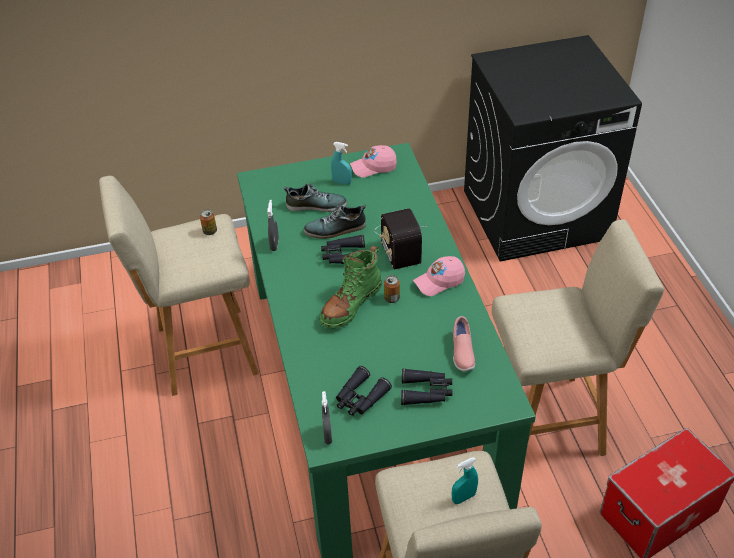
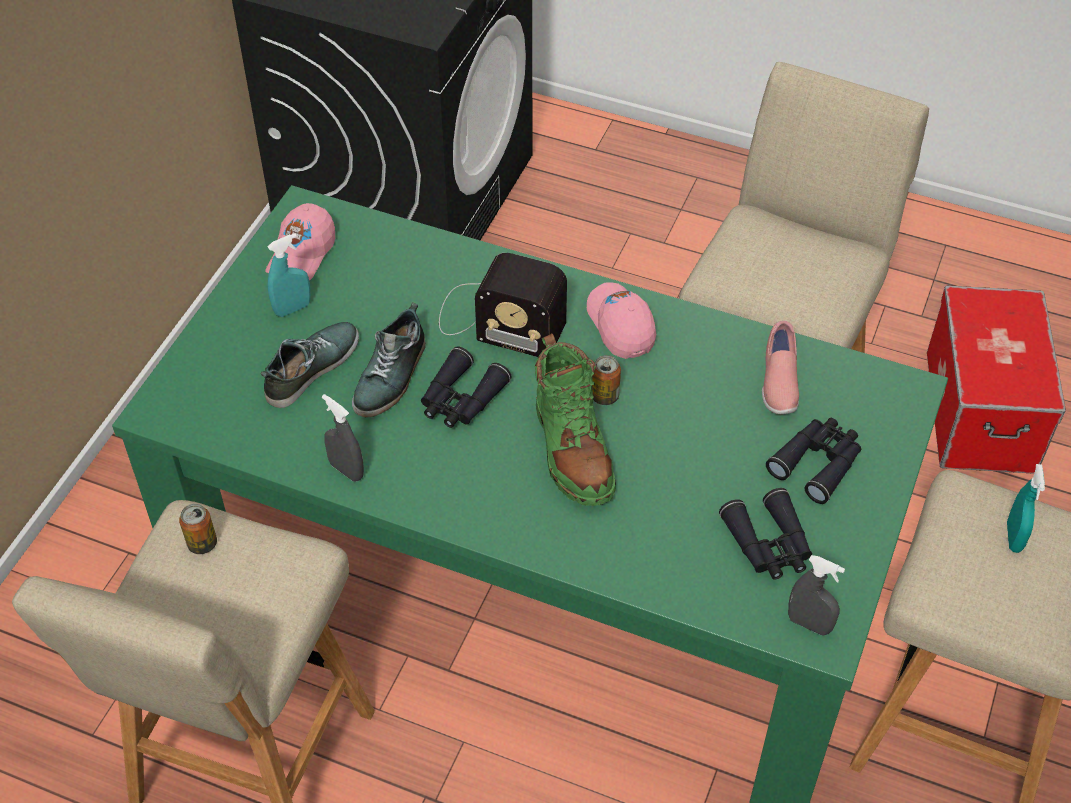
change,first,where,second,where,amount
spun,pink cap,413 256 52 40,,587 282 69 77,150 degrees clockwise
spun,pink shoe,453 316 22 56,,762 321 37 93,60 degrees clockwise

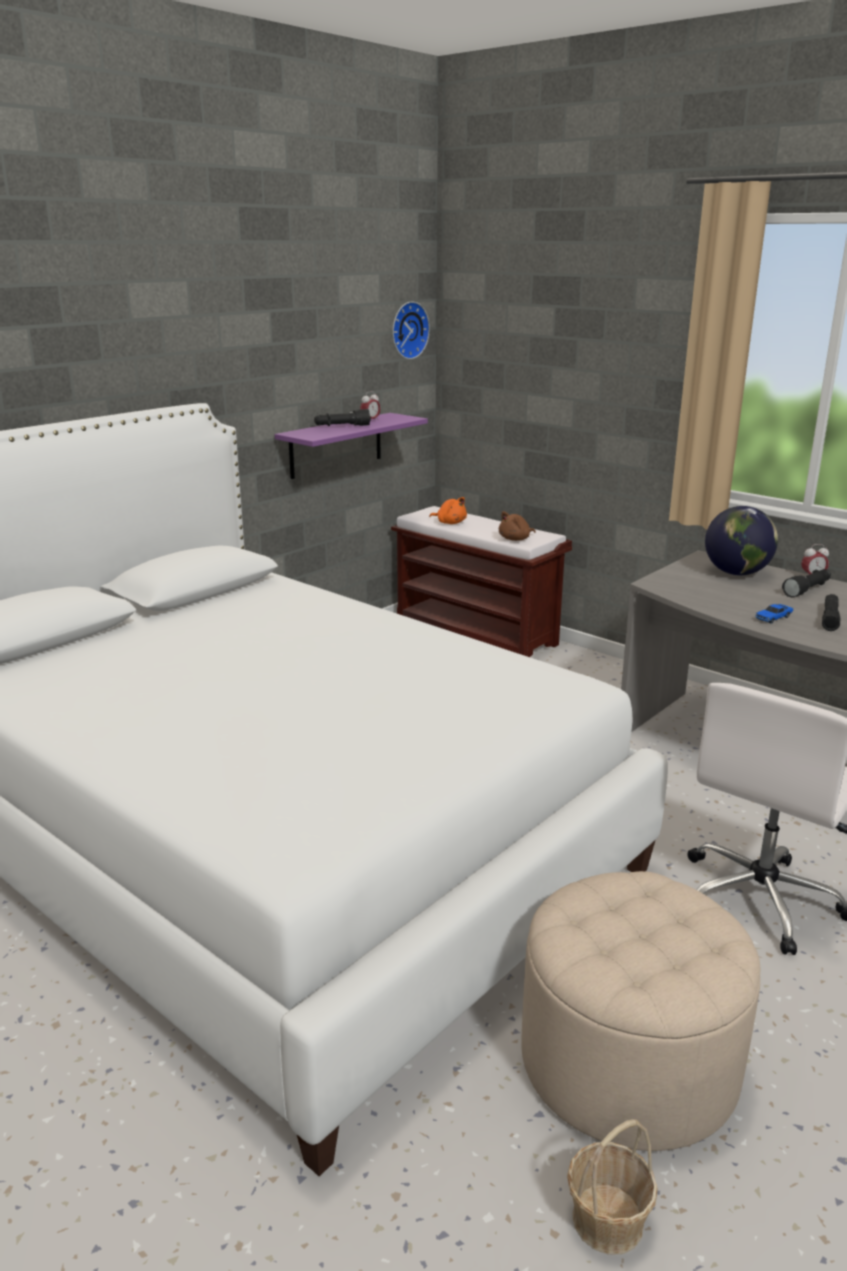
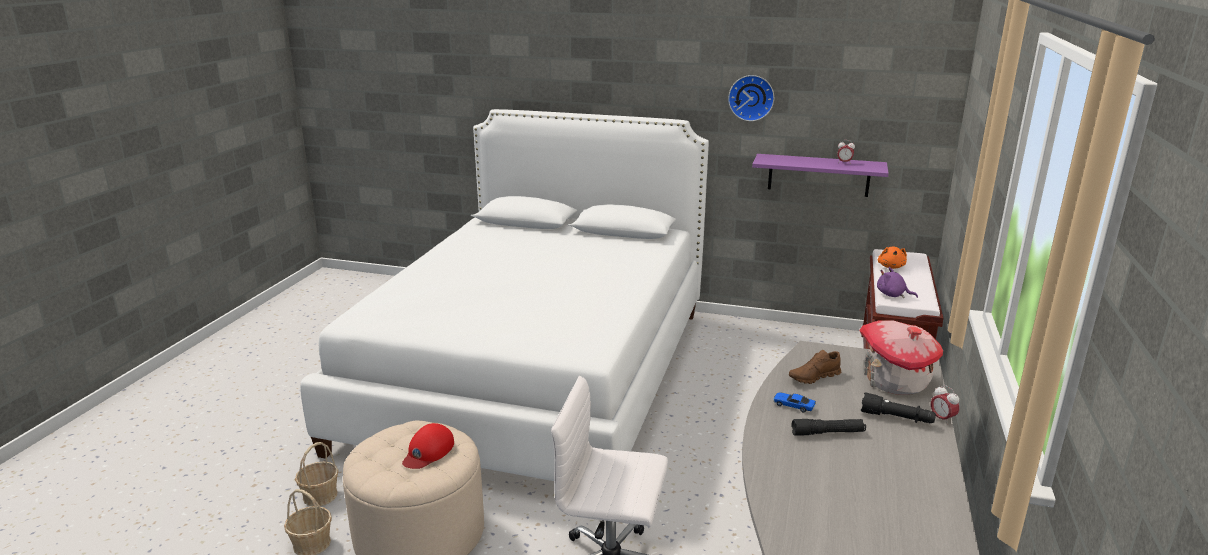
change,first,where,second,where,amount
relocated,wall clock,393 301 37 58,,728 75 46 46,
missing,black flashlight,314 409 57 17,,,
exchanged,globe,705 506 73 69,toy house,859 320 84 75,
colour,brown plush toy,499 511 37 30,purple plush toy,877 267 41 31,
appeared,,,brown shoe,789 350 52 34,
appeared,,,red cap,402 423 52 46,
appeared,,,basket,295 442 44 64,

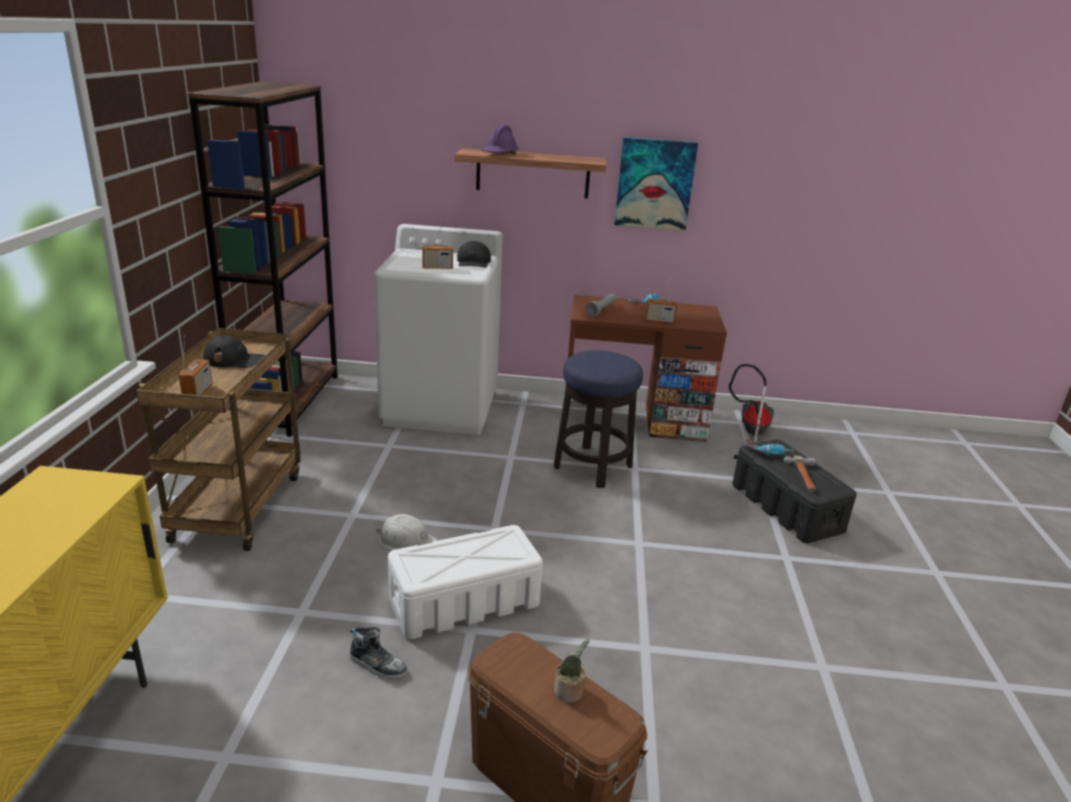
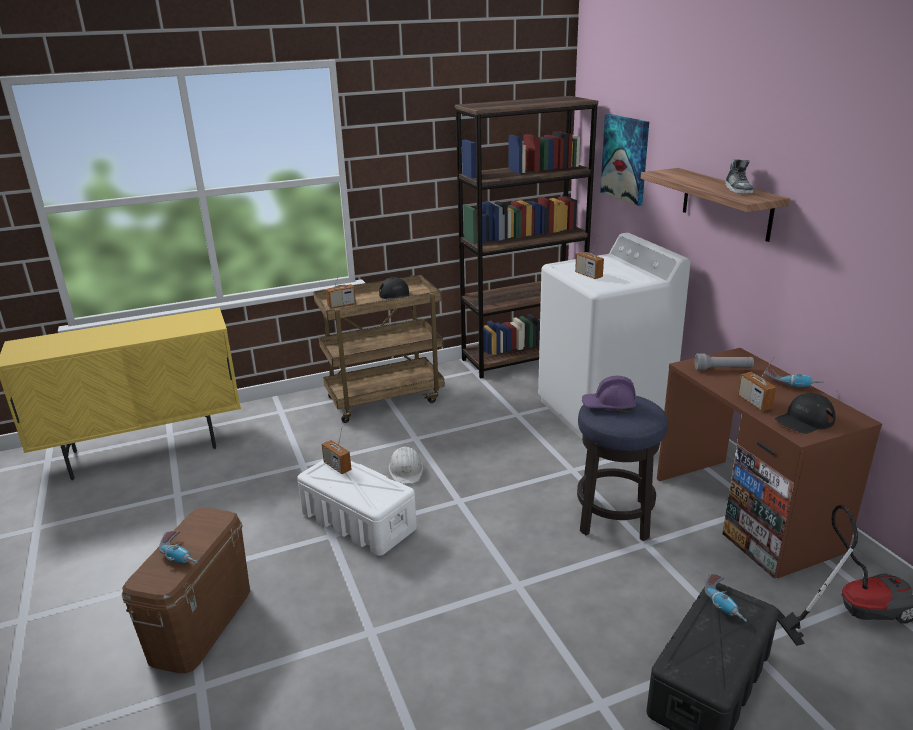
change,first,where,second,where,amount
relocated,purple hard hat,480 125 39 29,,582 376 54 35,
relocated,picture,614 137 84 94,,600 114 49 92,
relocated,black cap,457 241 34 27,,775 393 61 41,
missing,hammer,783 456 33 35,,,
relocated,shoe,350 626 57 53,,725 159 28 35,
exchanged,potted plant,554 639 35 64,power drill,159 531 39 32,
appeared,,,radio,322 426 30 48,

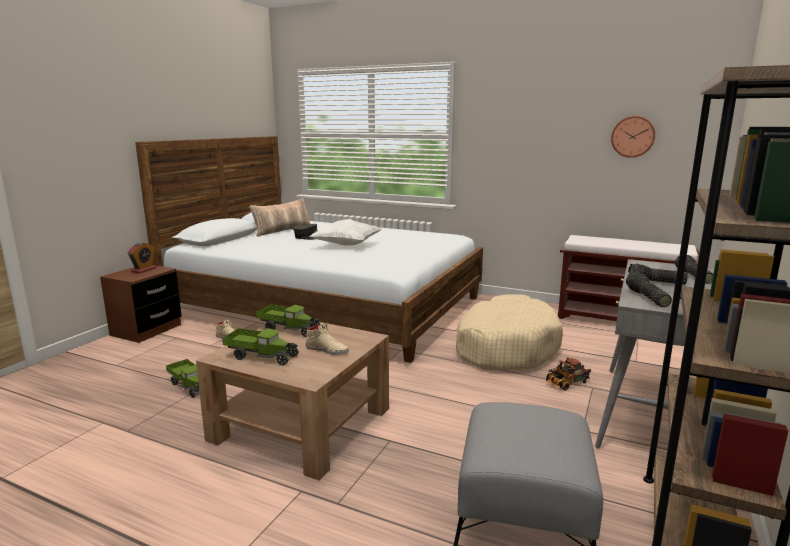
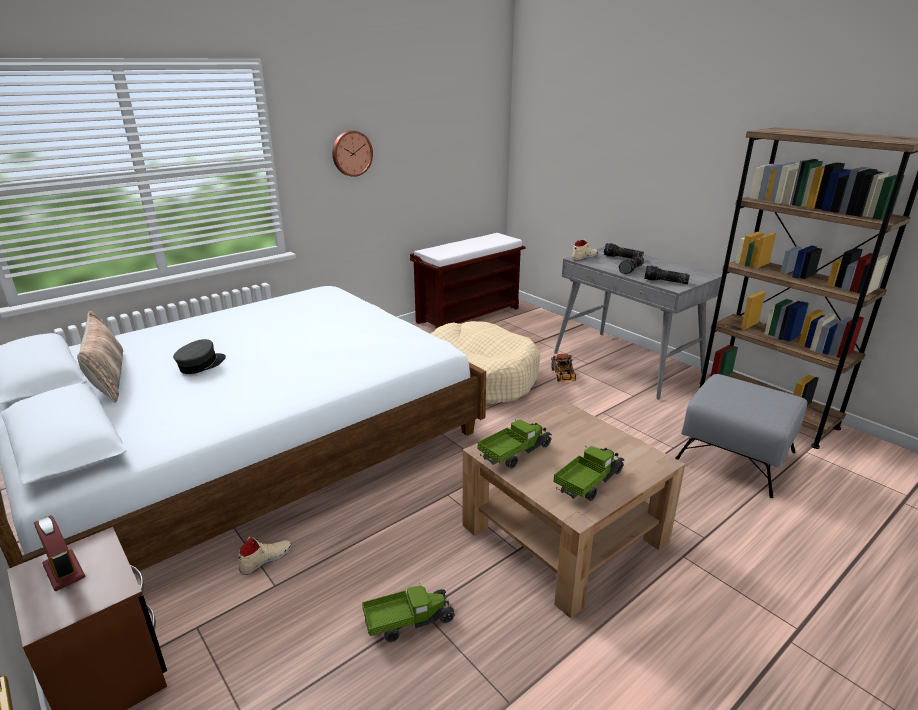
change,first,where,second,where,amount
relocated,wall clock,611 116 44 42,,332 131 41 46,
missing,white pillow,310 219 71 26,,,
relocated,beige shoe,306 323 43 32,,572 239 26 22,

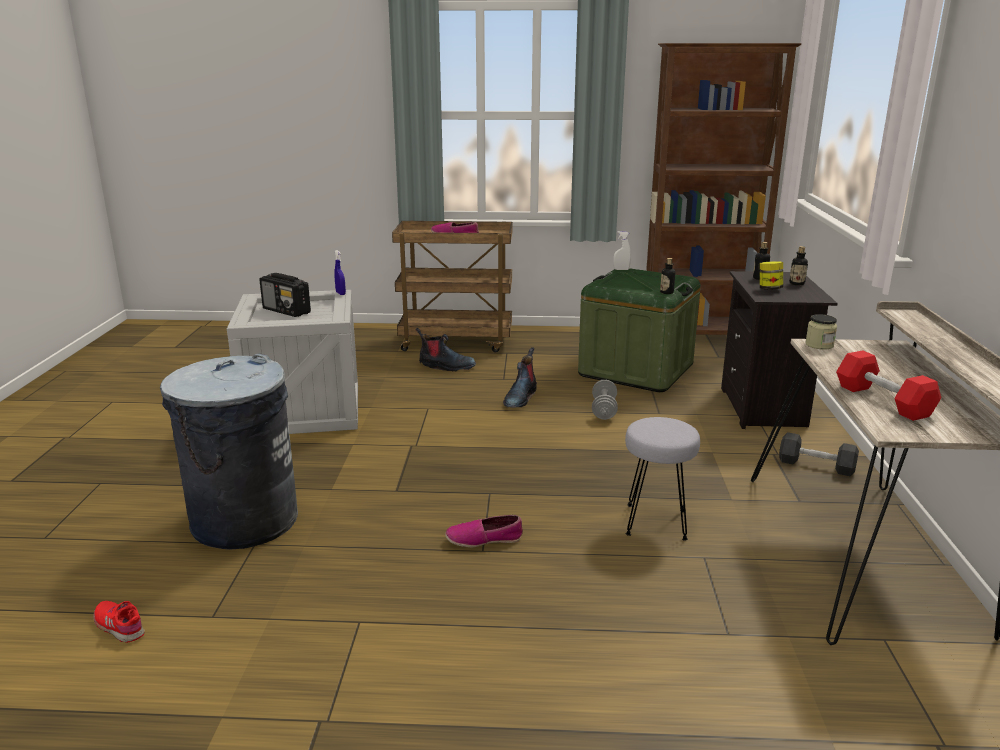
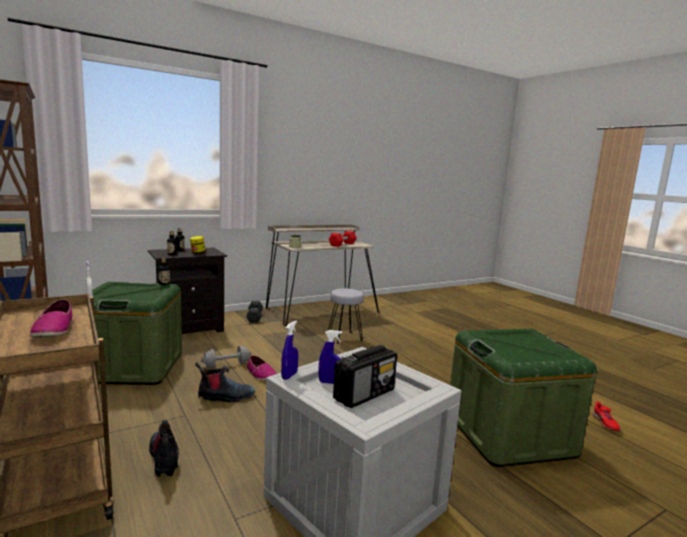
change,first,where,second,where,amount
spun,radio,259 273 52 44,,333 345 64 63,45 degrees clockwise
exchanged,grey trash can,160 353 138 197,green storage box,450 329 147 138,
relocated,shoe,445 515 78 32,,247 355 30 26,
appeared,,,blue spray bottle,319 330 23 54,

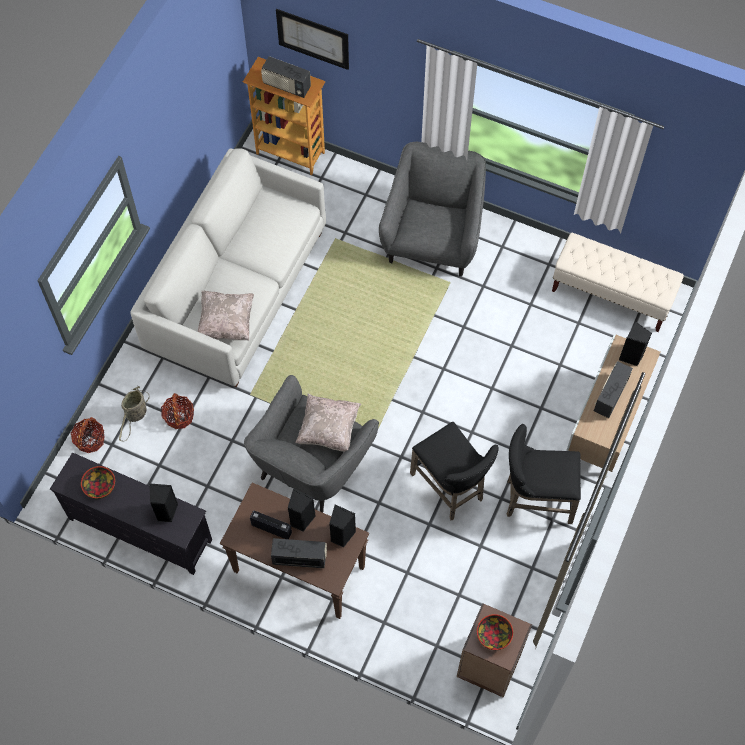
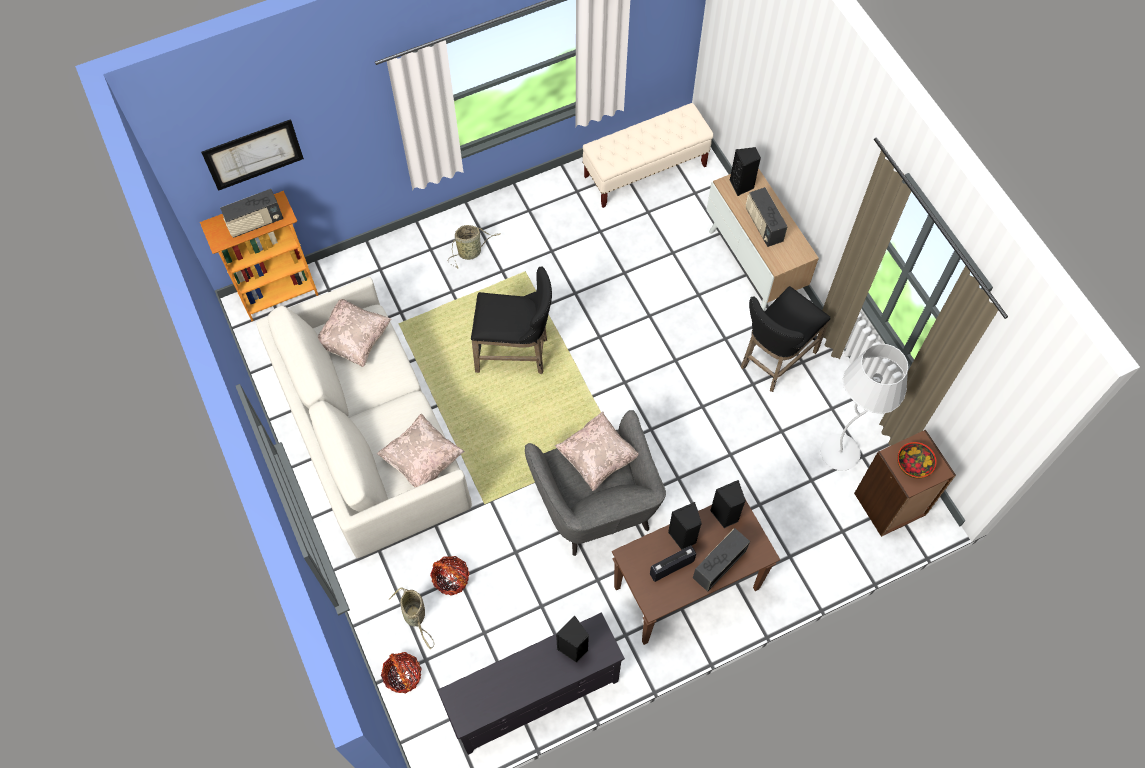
change,first,where,second,where,amount
exchanged,grey armchair,379 142 107 135,basket,448 225 52 44,
relocated,black stool,410 422 89 98,,471 266 81 108,
missing,bowl,81 466 34 33,,,
appeared,,,beige pillow,318 299 74 68,
appeared,,,white floor lamp,820 344 88 127,

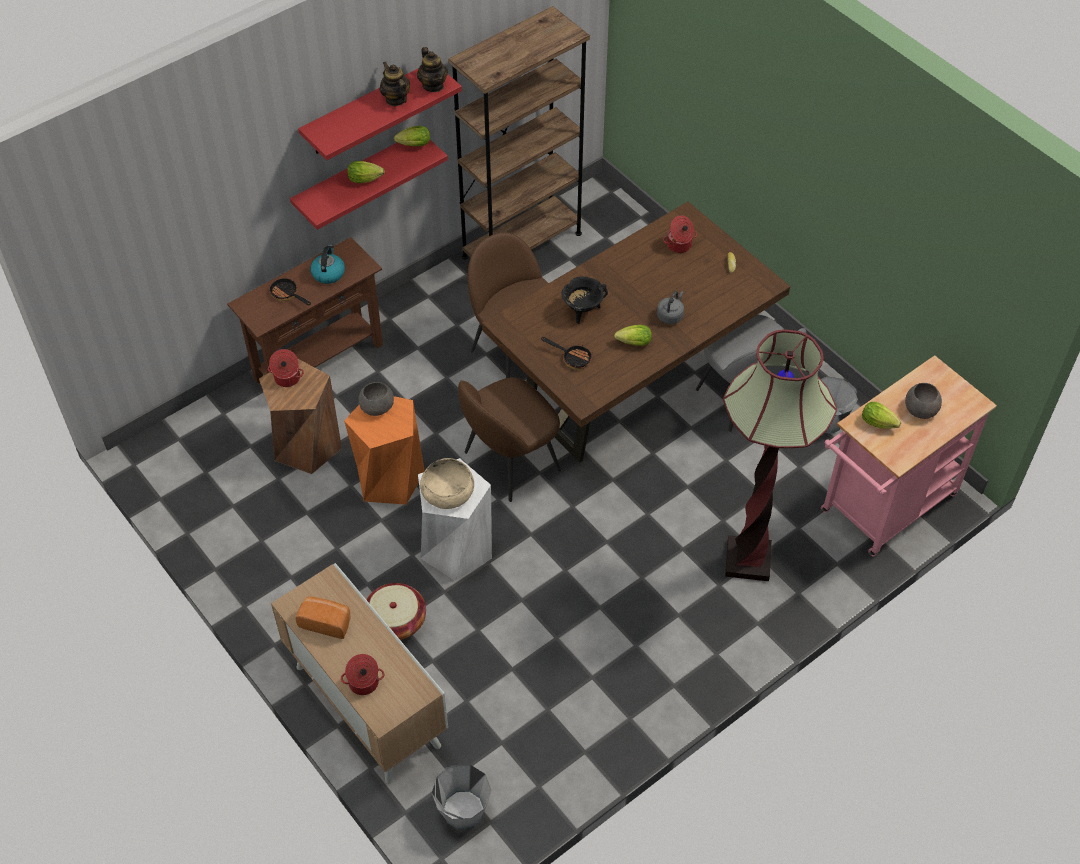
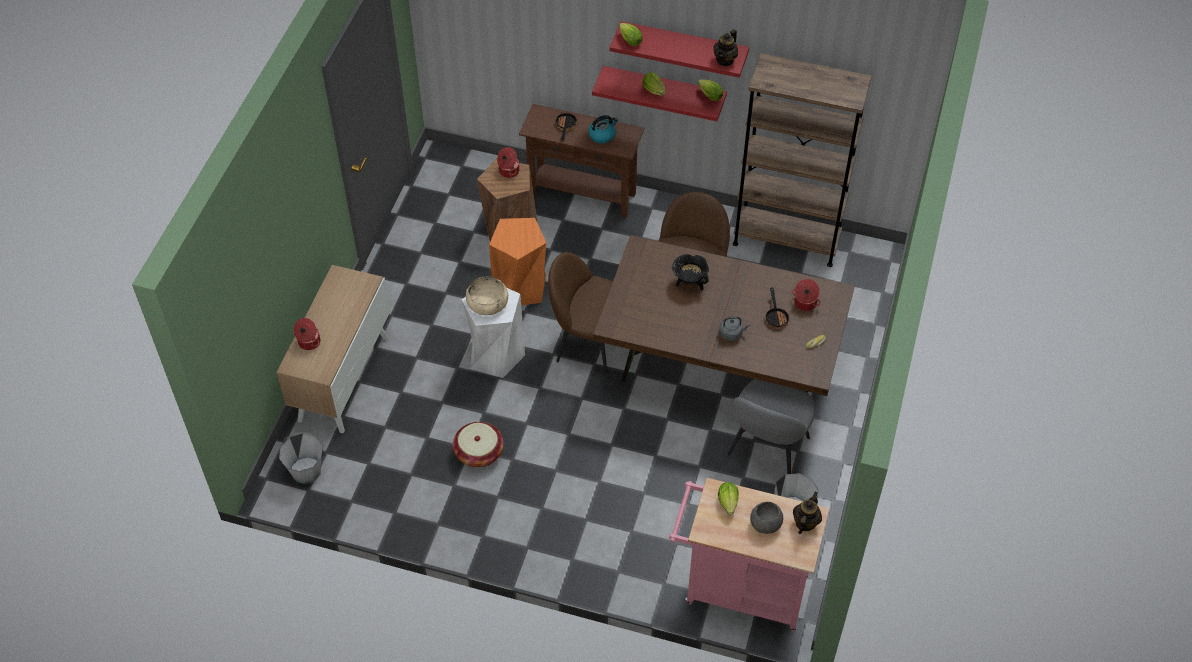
change,first,where,second,where,amount
relocated,teapot,380 62 30 44,,793 492 29 42,
relocated,lettuce,614 325 38 21,,619 23 24 23,
missing,floor lamp,723 329 114 252,,,
relocated,frying pan,541 337 51 33,,765 288 24 40,
missing,grey bowl,358 382 36 34,,,
relocated,basket,366 583 60 57,,453 422 51 45,
missing,bread,296 596 55 43,,,

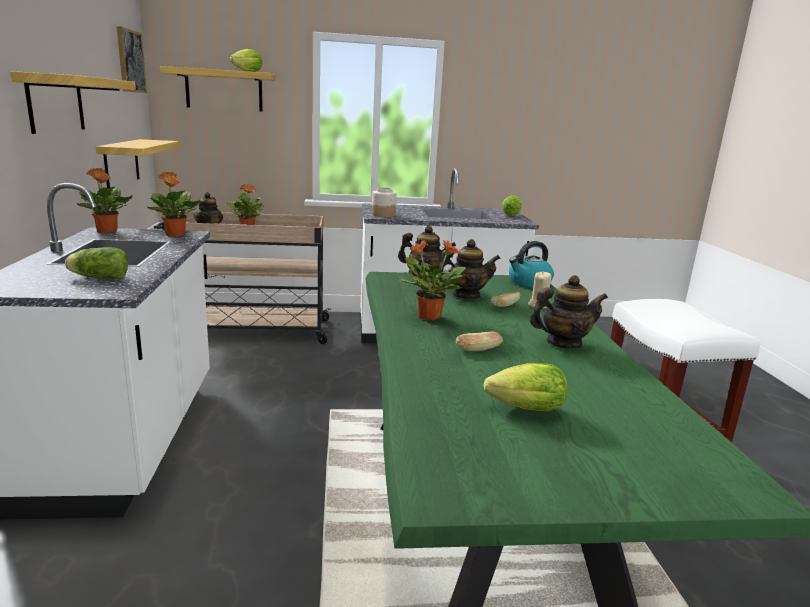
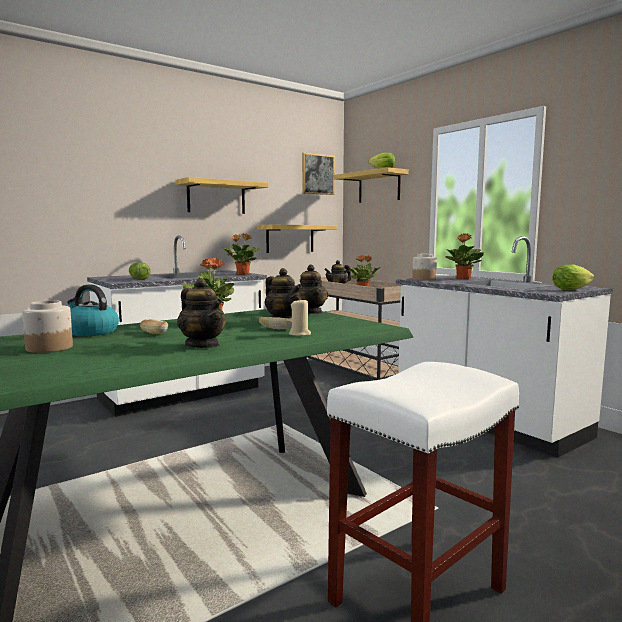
change,first,where,second,where,amount
relocated,potted plant,77 168 56 65,,445 233 39 46,
relocated,kettle,509 241 45 47,,67 284 52 52,
exchanged,lettuce,483 363 85 49,jar,22 300 51 53,

